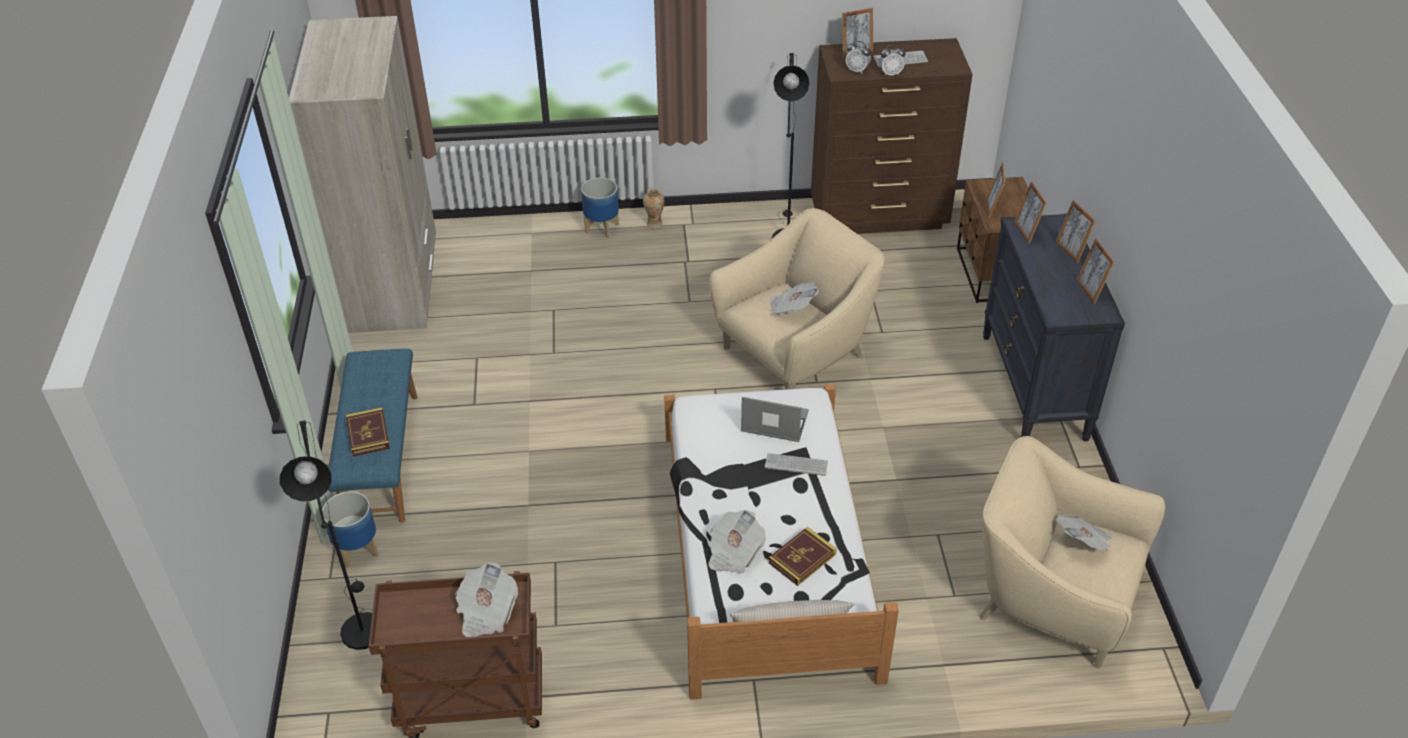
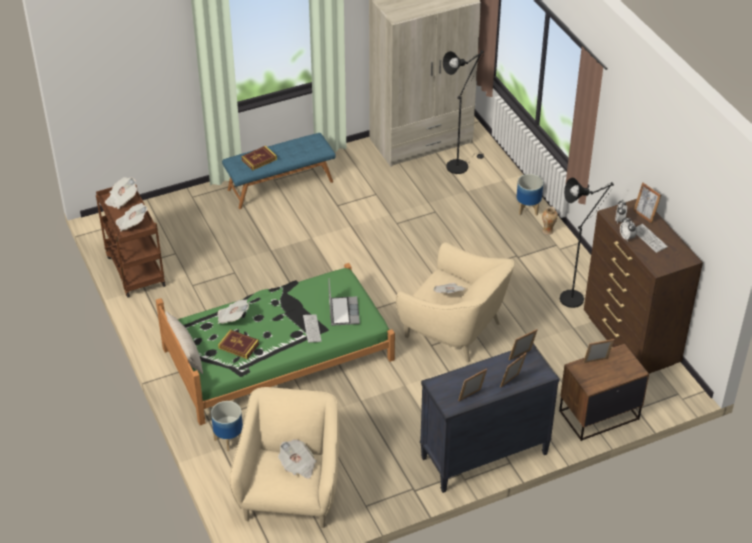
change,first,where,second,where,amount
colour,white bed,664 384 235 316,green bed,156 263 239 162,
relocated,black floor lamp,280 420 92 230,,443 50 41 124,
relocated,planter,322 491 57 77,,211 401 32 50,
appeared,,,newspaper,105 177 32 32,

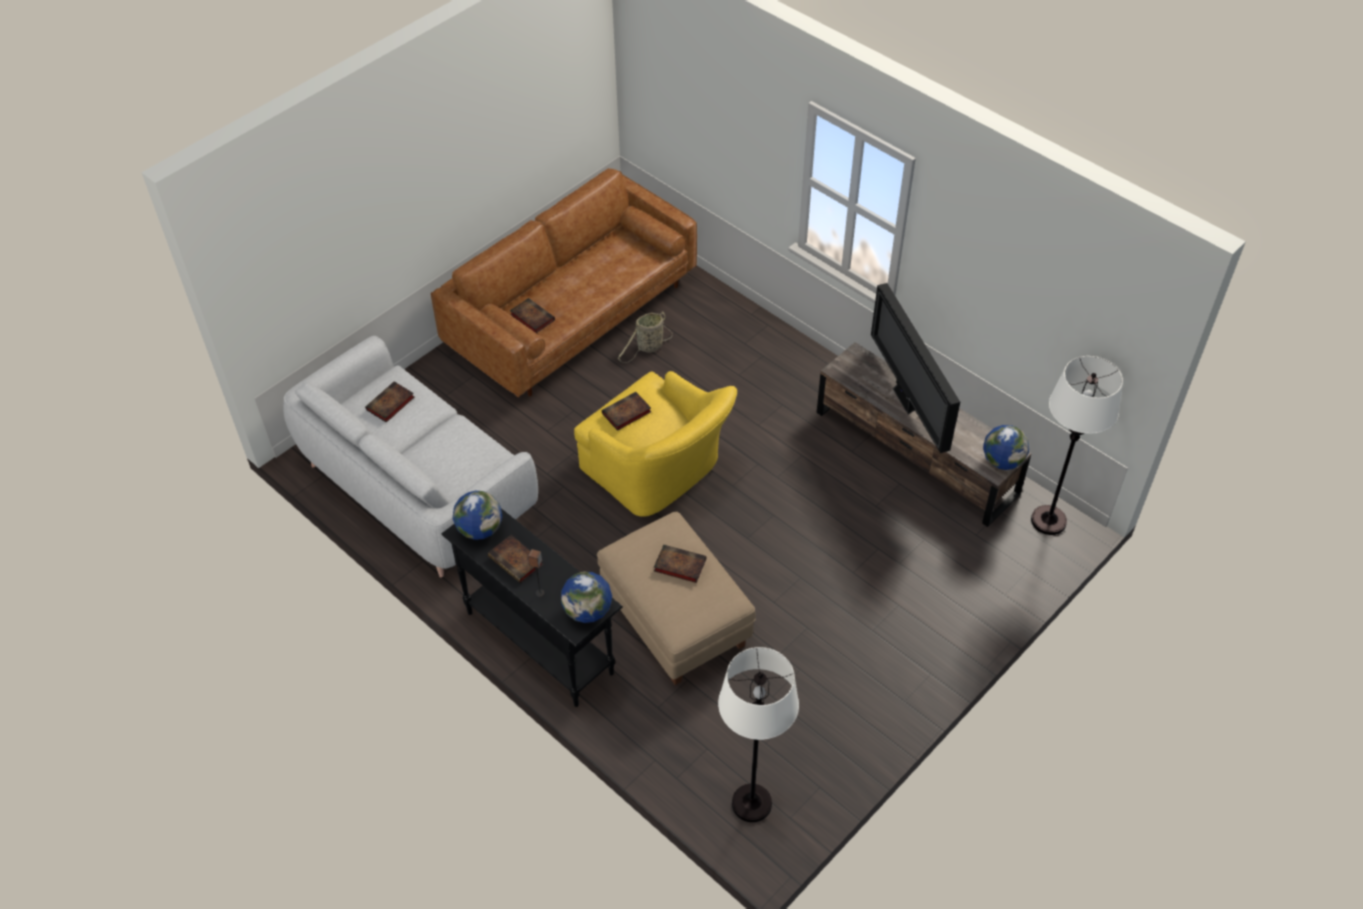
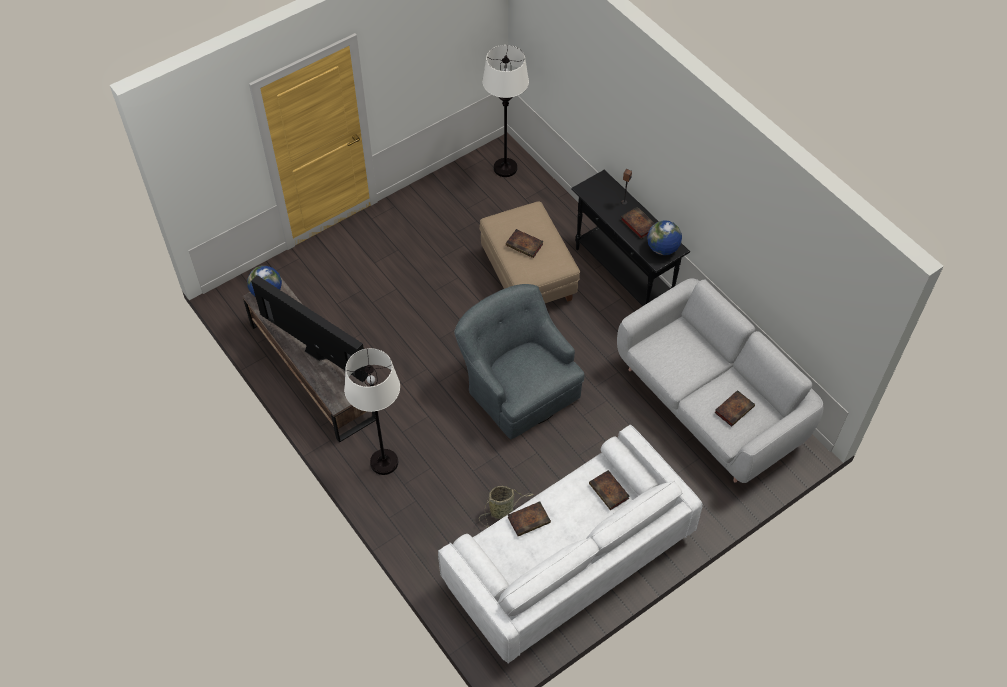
change,first,where,second,where,amount
colour,brown sofa,431 168 266 229,white sofa,438 425 265 239,
spun,television,871 283 89 170,,251 275 117 107,45 degrees counterclockwise
relocated,white floor lamp,1031 356 92 179,,344 348 56 127,
colour,yellow armchair,574 371 163 146,grey armchair,454 284 130 155,
relocated,book,602 392 49 39,,508 502 43 34,
missing,globe,561 572 51 51,,,

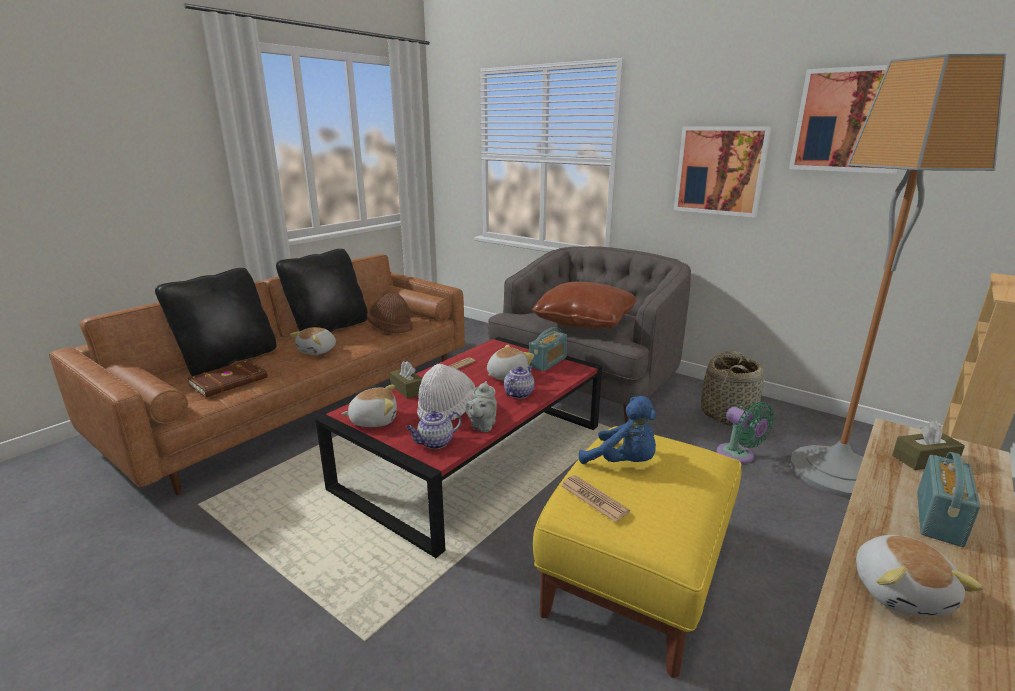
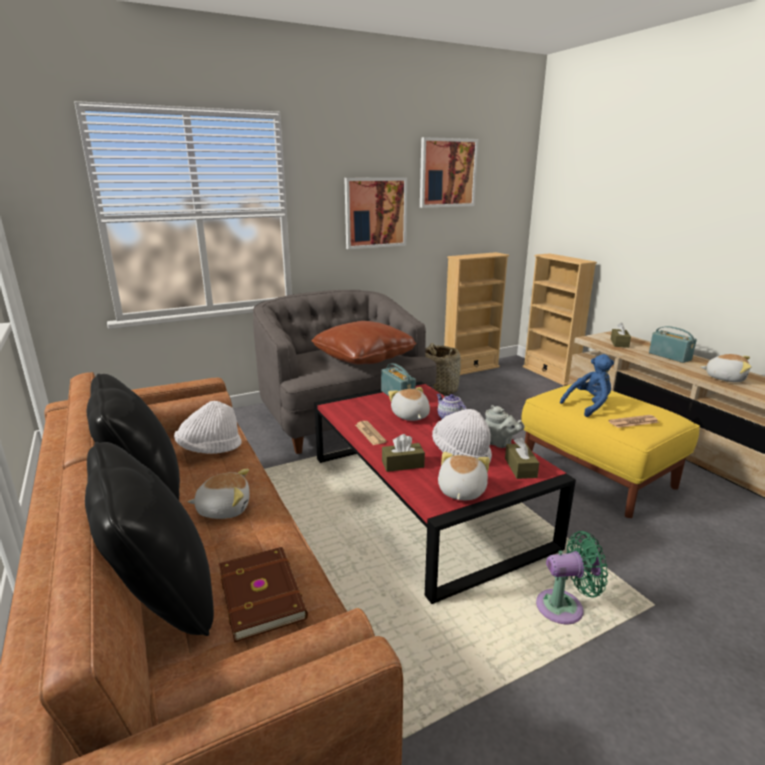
change,first,where,second,where,amount
missing,floor lamp,790 53 216 445,,,
colour,brown hat,367 293 46 40,white hat,174 401 68 53,
spun,plush toy,290 327 46 28,,188 469 62 50,60 degrees counterclockwise
relocated,green fan,717 402 58 62,,536 531 72 93,
exchanged,teapot,406 411 56 38,brown tissue box,505 438 34 41,
appeared,,,beige bookcase,444 252 65 123,

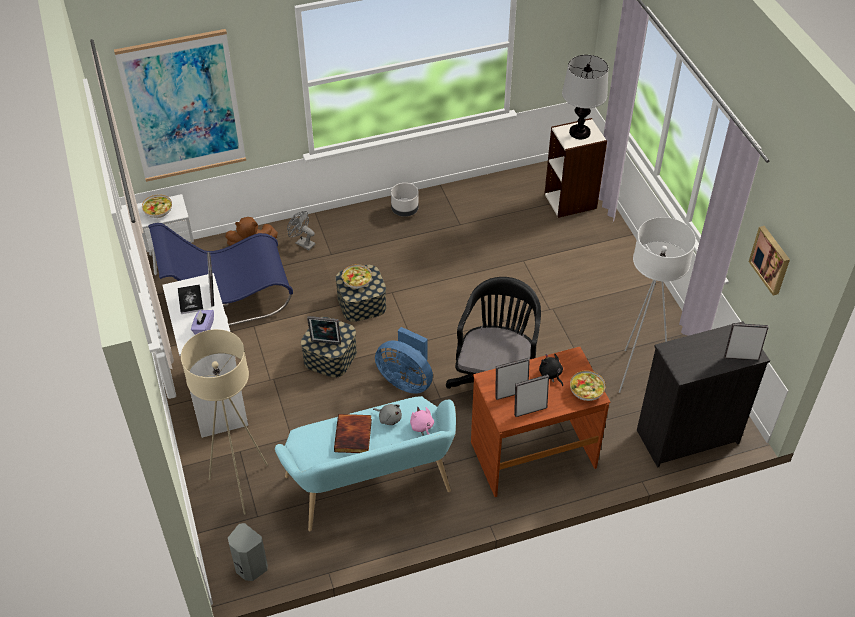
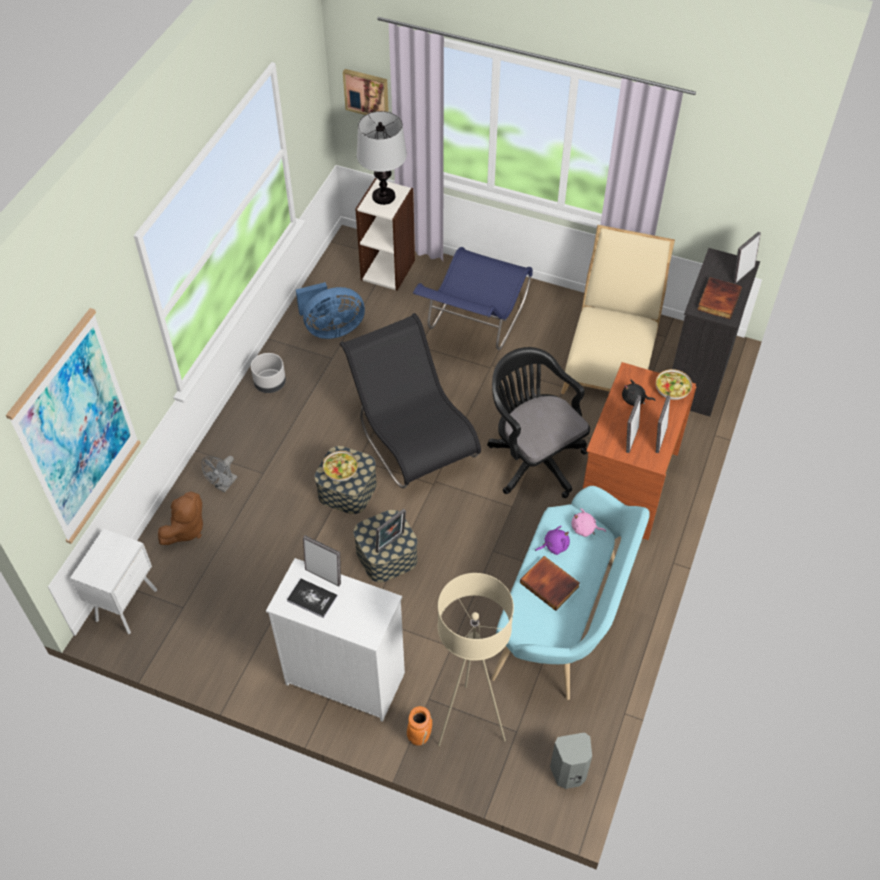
change,first,where,second,where,amount
missing,bowl,142 194 30 24,,,
spun,grey fan,287 211 28 39,,202 456 36 36,45 degrees counterclockwise
exchanged,white floor lamp,619 217 77 176,beige chair,561 225 114 169,
relocated,blue chair,148 223 145 103,,413 247 120 103,
relocated,picture,749 226 41 69,,343 69 46 46,
missing,purple tissue box,191 310 23 25,,,
relocated,blue fan,375 327 58 67,,296 282 69 57,
colour,grey plush toy,373 404 29 21,purple plush toy,535 526 35 29,
appeared,,,book,697 277 45 42,
appeared,,,black chair,340 313 141 175,
appeared,,,orange vase,407 706 25 40,

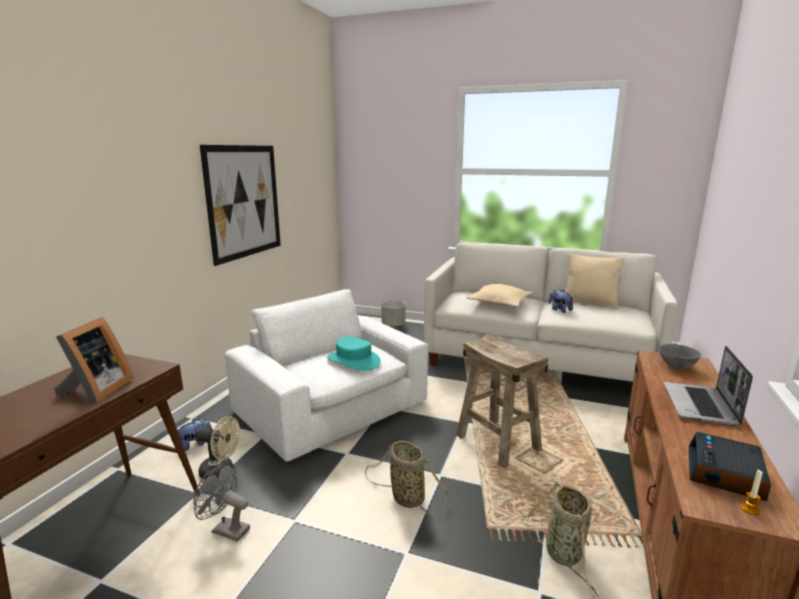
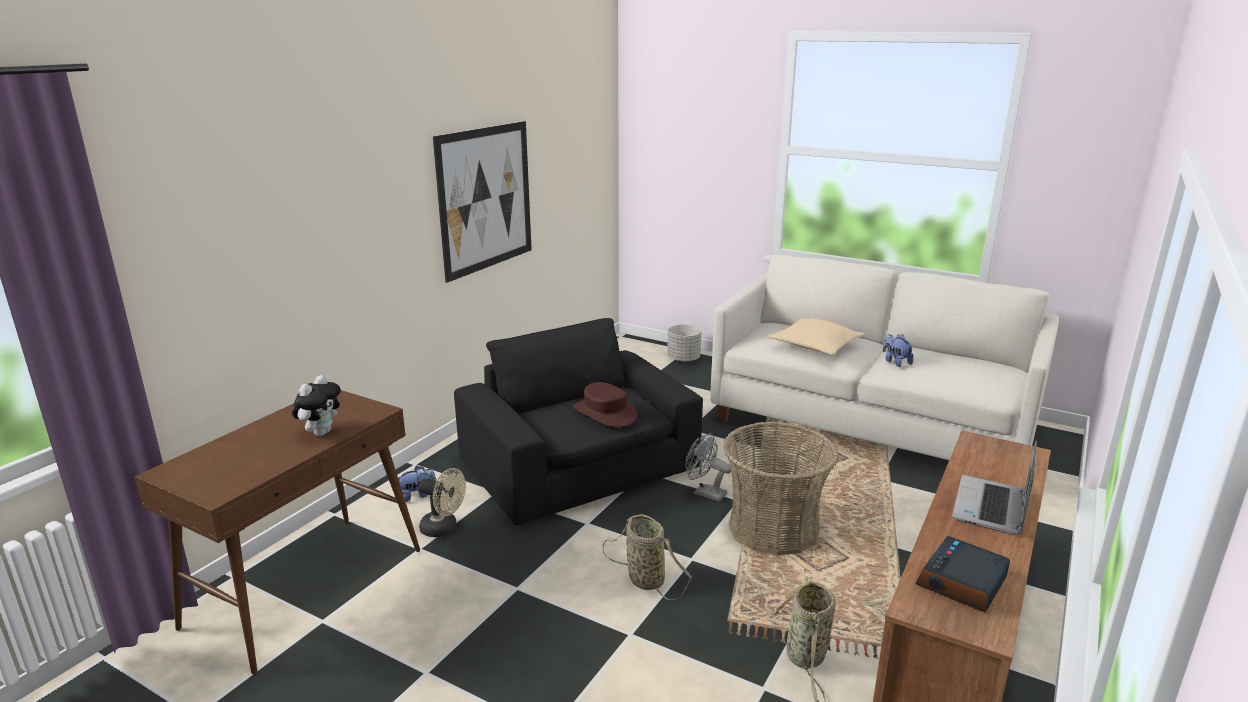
change,first,where,second,where,amount
missing,beige pillow,565 253 60 56,,,
colour,white armchair,225 289 203 173,black armchair,454 318 249 207,
exchanged,picture frame,54 317 80 86,plush toy,292 375 49 61,
exchanged,beige stool,456 334 92 134,basket,723 422 116 133,
colour,turquoise hat,327 336 54 35,brown hat,573 382 65 45,
missing,grey bowl,659 344 42 26,,,
relocated,grey fan,194 462 56 80,,685 433 46 69,
missing,candle,741 470 21 45,,,

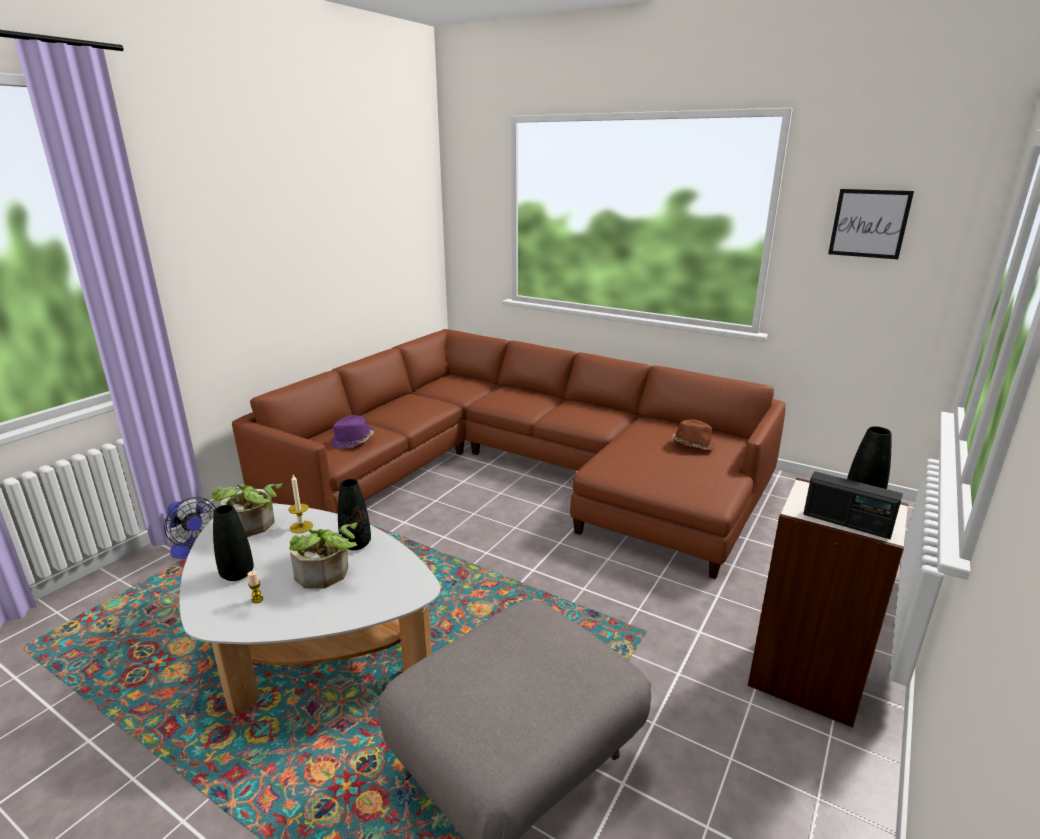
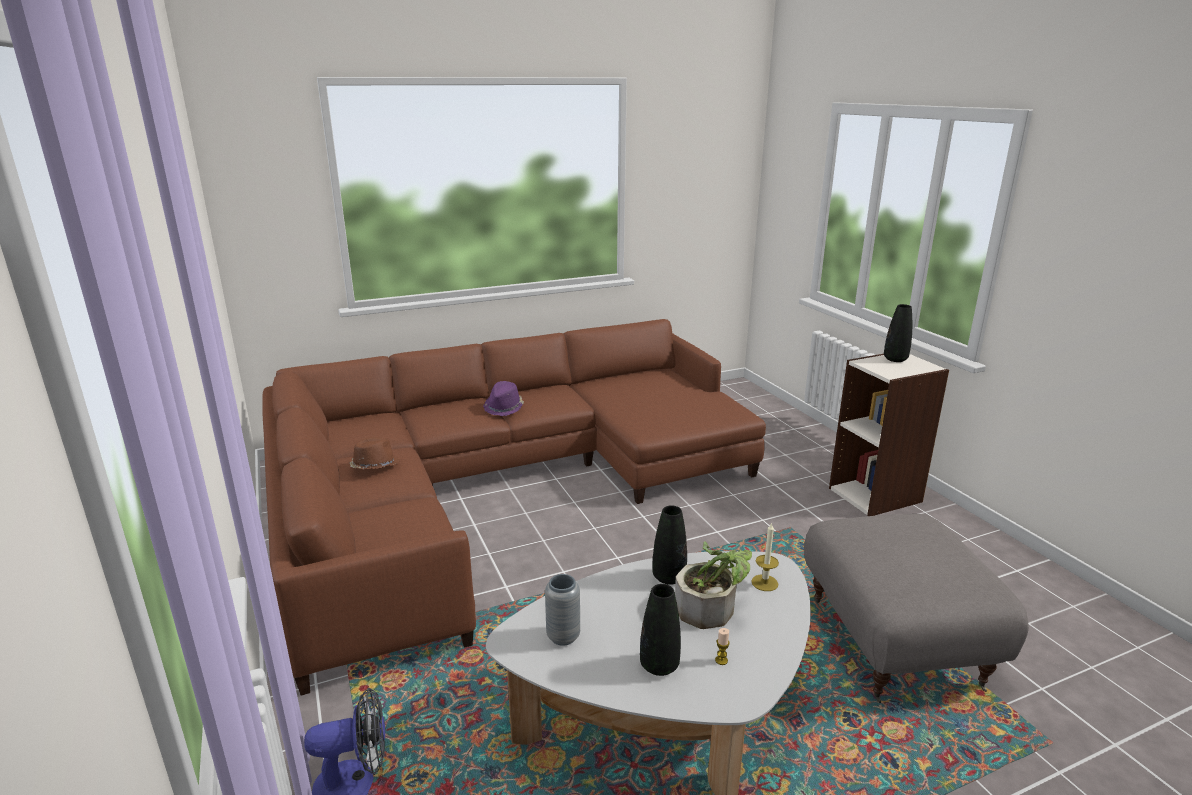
change,first,where,second,where,amount
missing,picture,828 189 86 70,,,
relocated,purple hat,330 415 44 34,,483 381 41 35,
relocated,brown hat,672 420 43 30,,349 437 51 32,
missing,radio,803 471 100 68,,,
relocated,candle,288 475 25 58,,751 522 28 69,
exchanged,potted plant,212 484 70 53,grey vase,545 574 35 72,

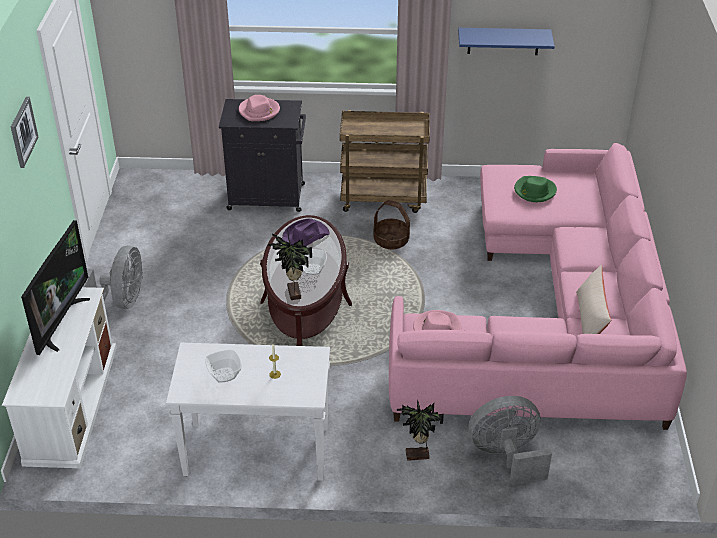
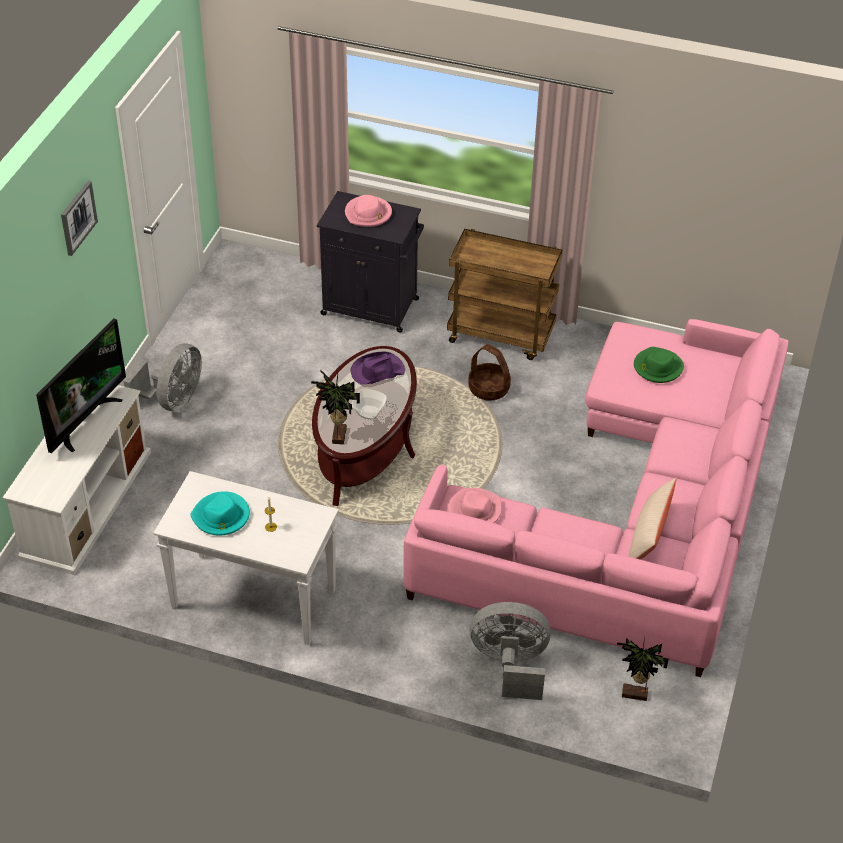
change,first,where,second,where,amount
missing,blue shelf,458 28 97 27,,,
exchanged,bowl,205 350 37 33,turquoise hat,190 491 60 45,
relocated,potted plant,397 399 47 62,,617 637 52 64,

